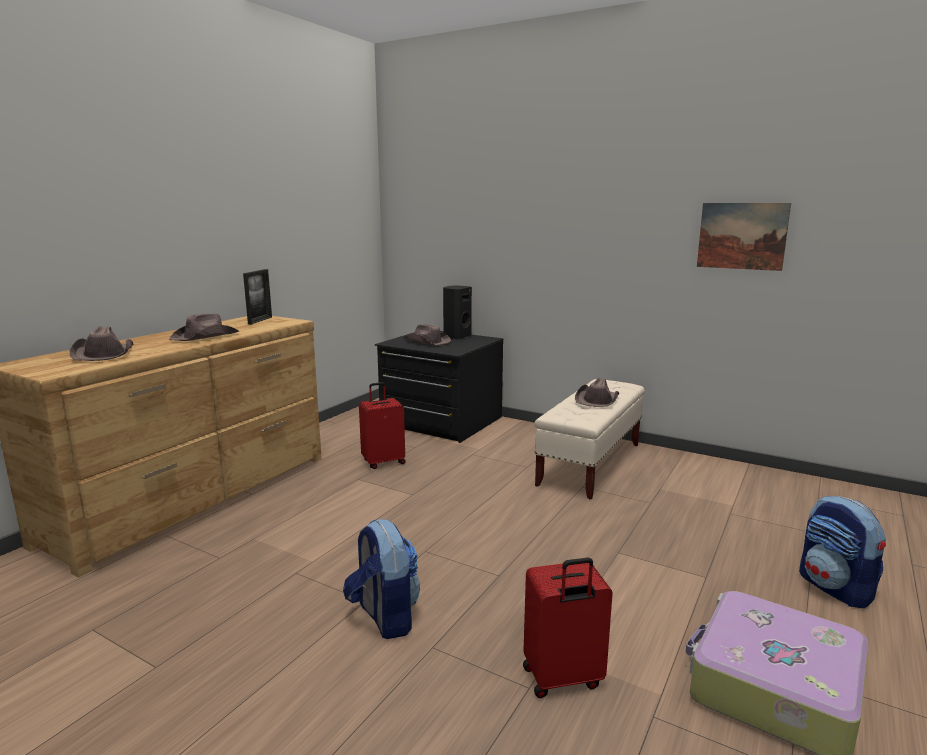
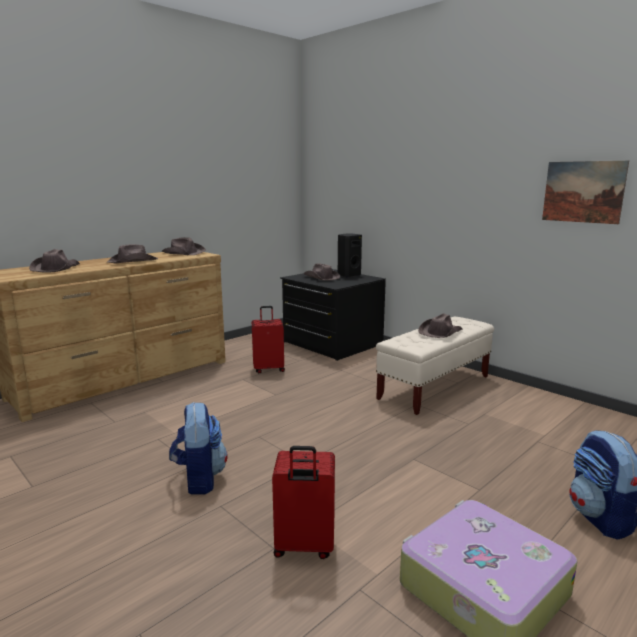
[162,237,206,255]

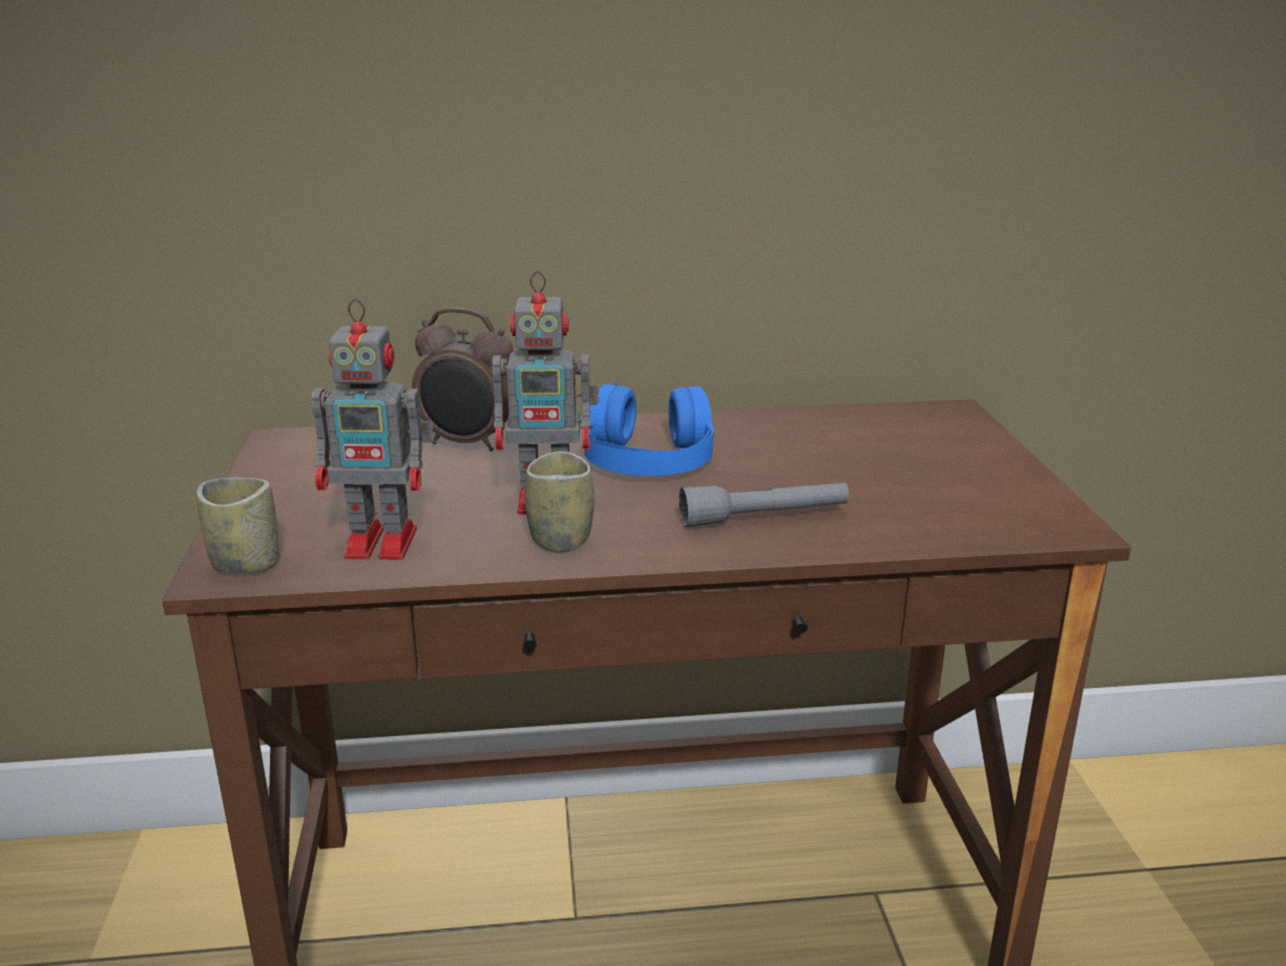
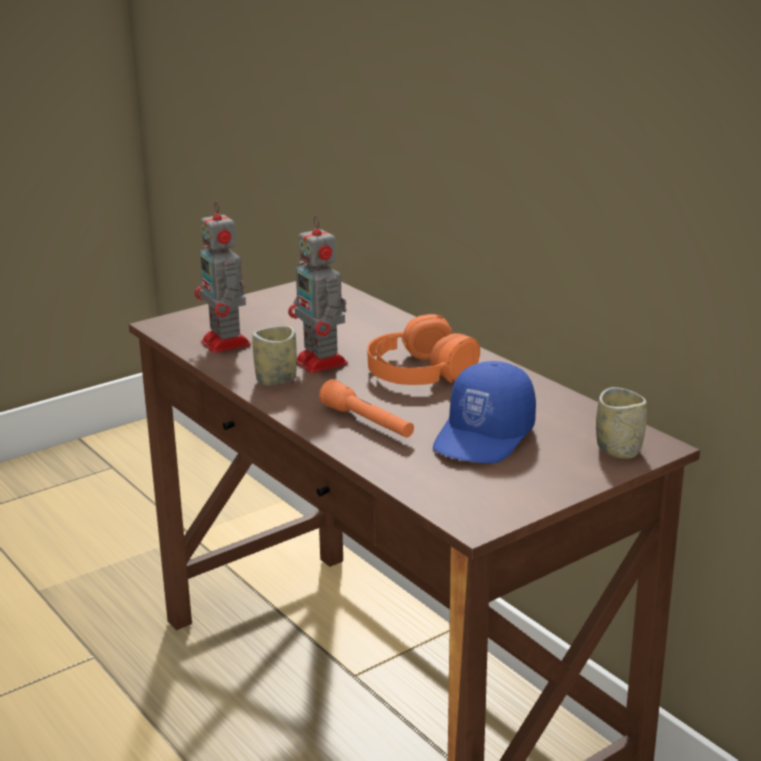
[319,379,414,438]
[367,314,480,385]
[433,361,536,464]
[596,387,647,459]
[412,307,513,451] (first image)

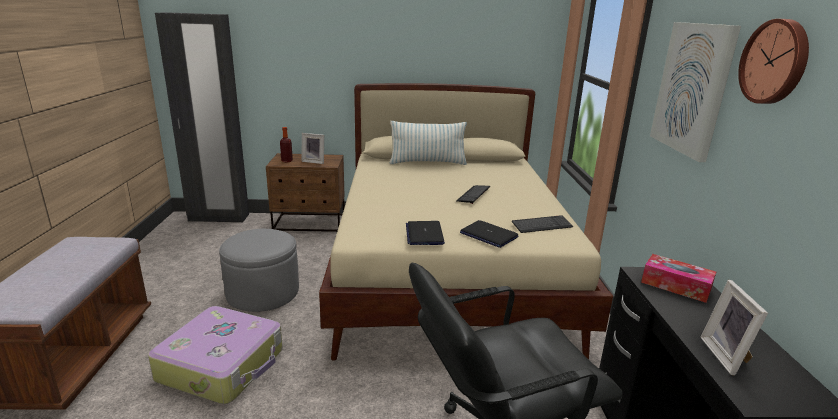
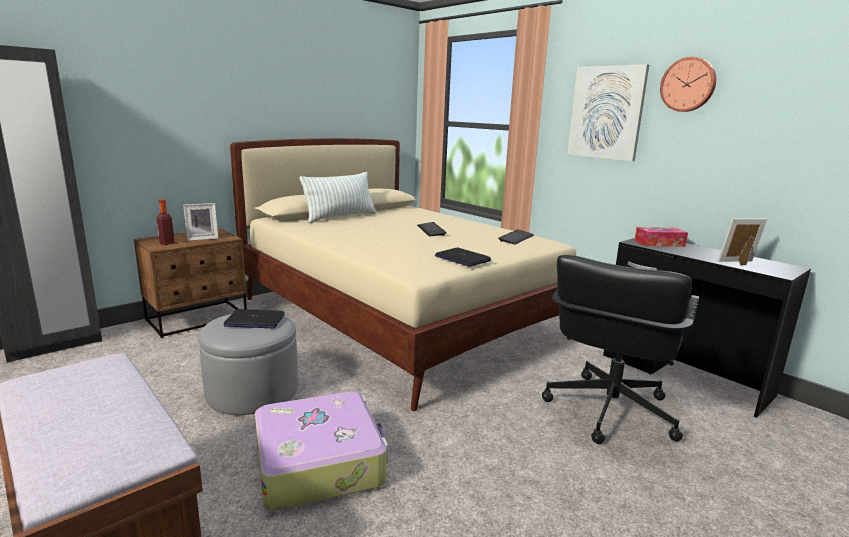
[223,309,285,329]
[718,218,767,266]

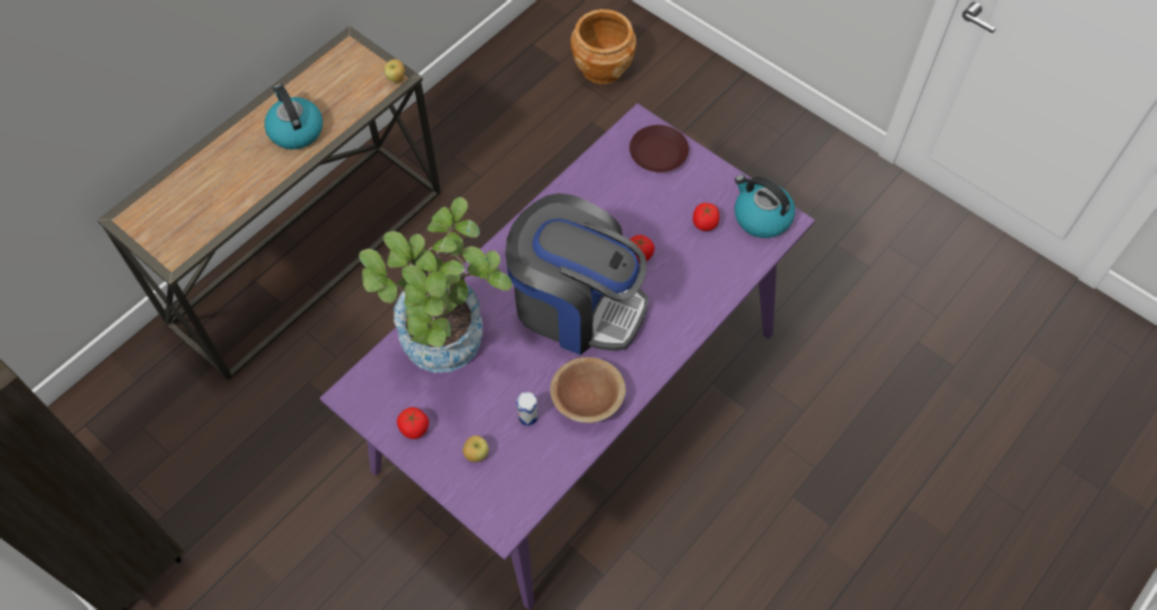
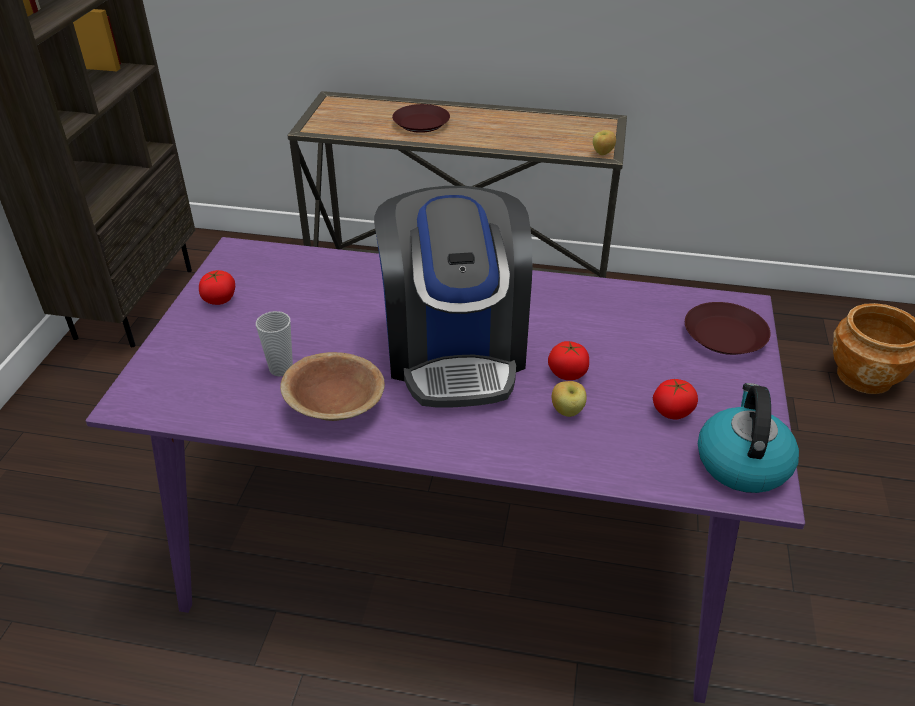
[256,311,293,377]
[392,104,450,133]
[552,381,586,417]
[264,84,323,149] (first image)
[359,197,512,373] (first image)

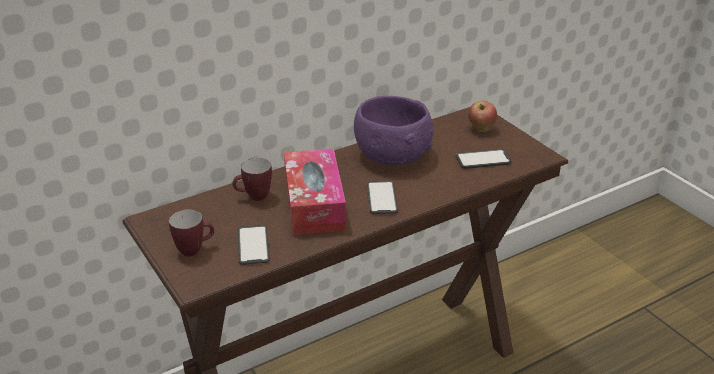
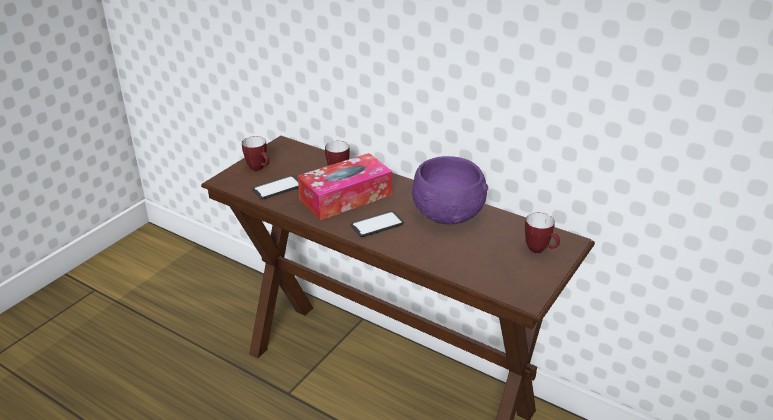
[525,213,560,253]
[456,149,512,169] (first image)

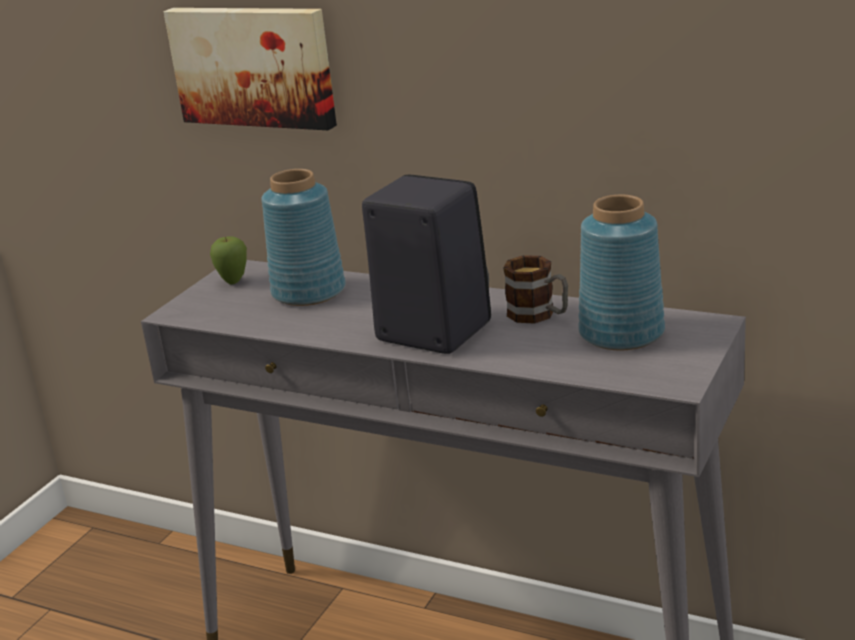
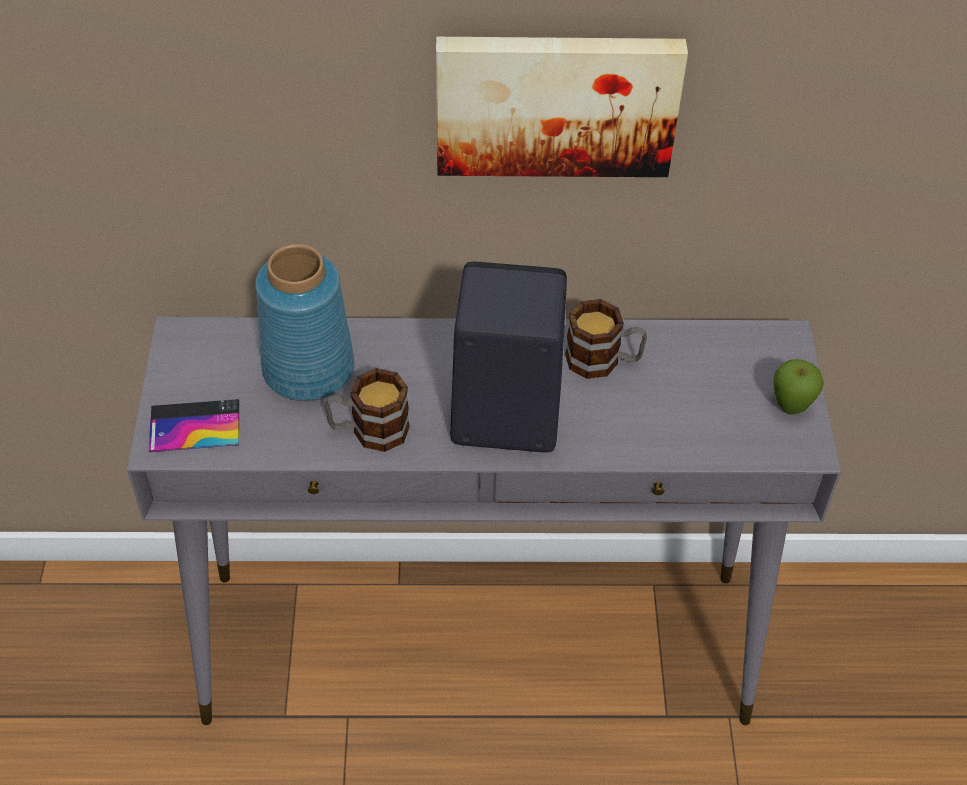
[149,399,239,452]
[325,368,410,452]
[436,37,688,177]
[774,359,824,415]
[578,195,665,350] (first image)

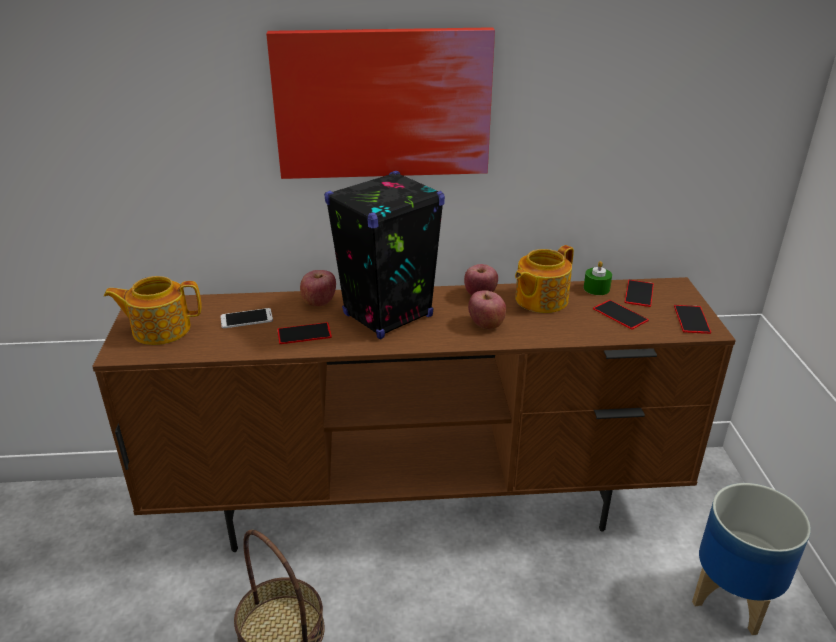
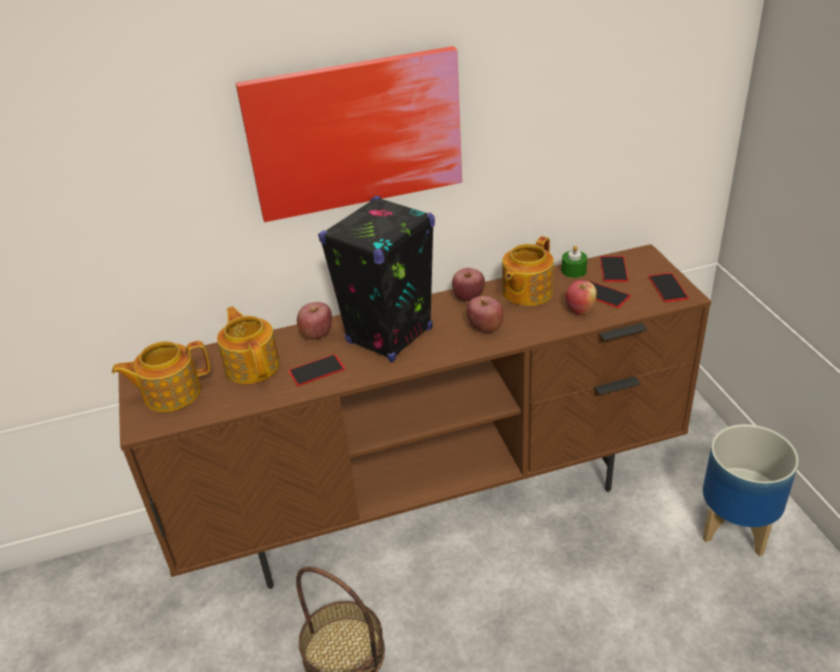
[217,306,280,384]
[566,280,597,315]

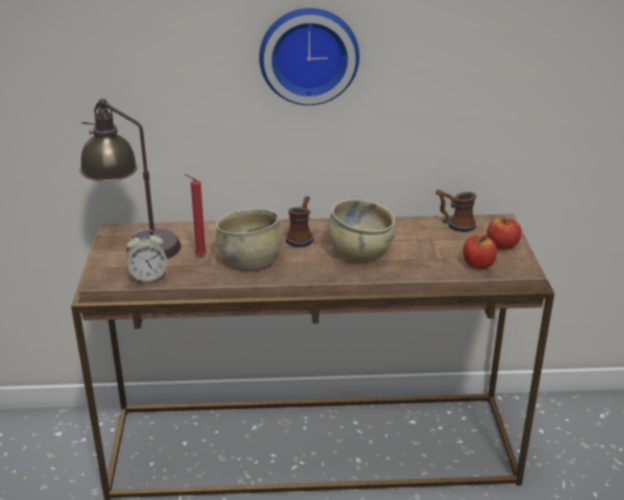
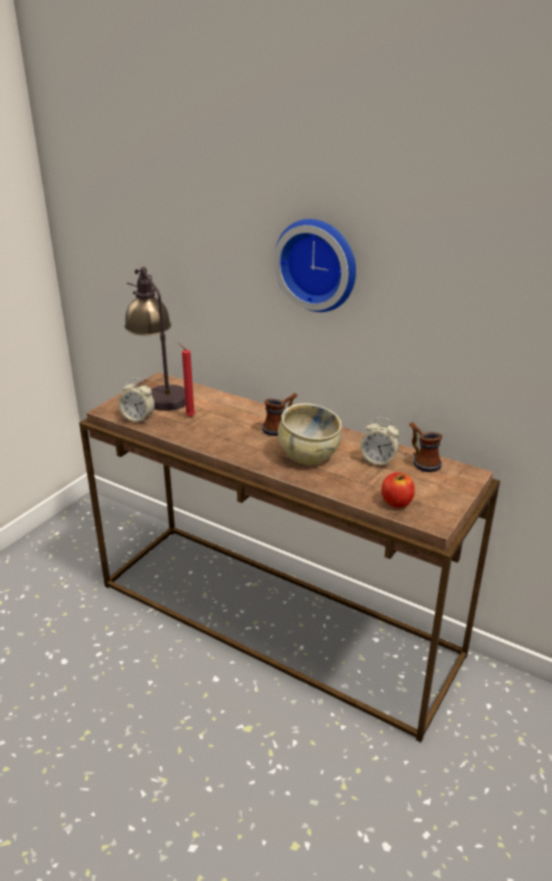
[360,418,399,467]
[216,208,284,269] (first image)
[487,218,521,250] (first image)

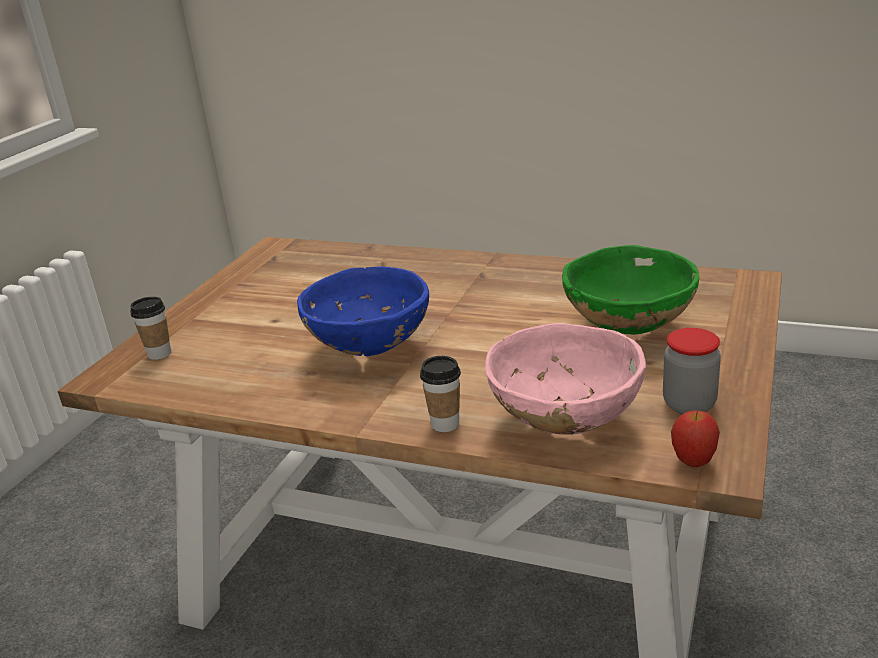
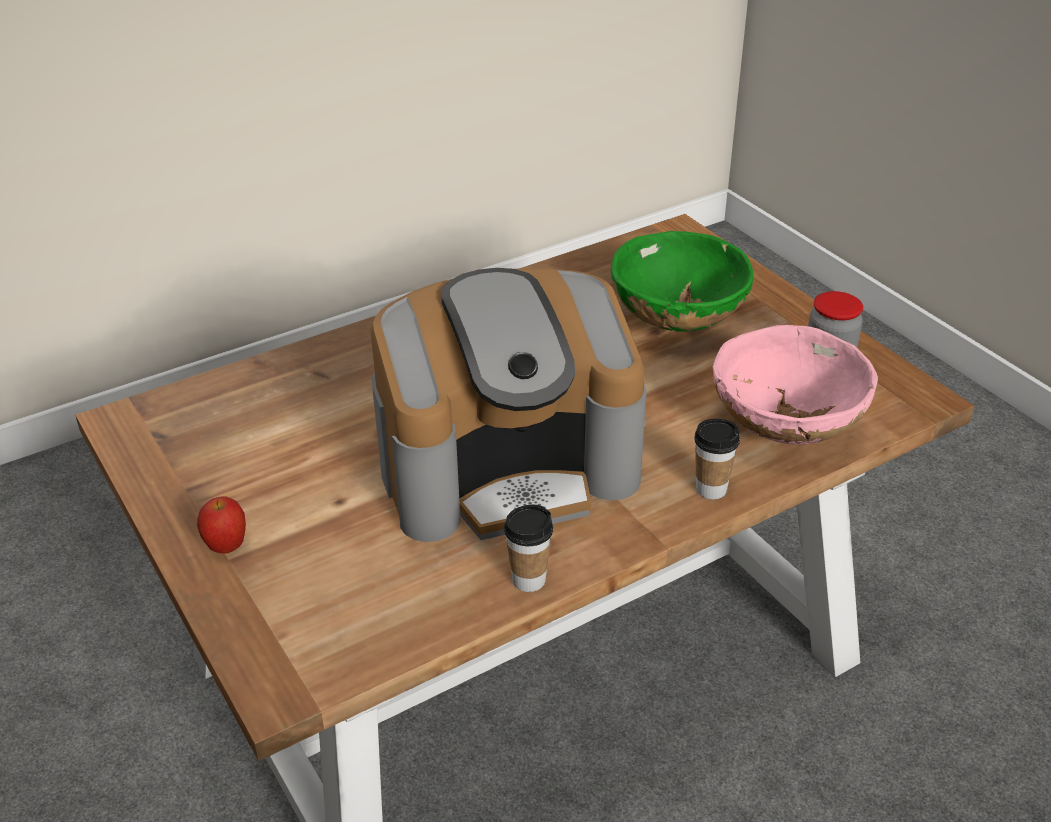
[197,496,246,554]
[370,268,647,542]
[504,505,553,592]

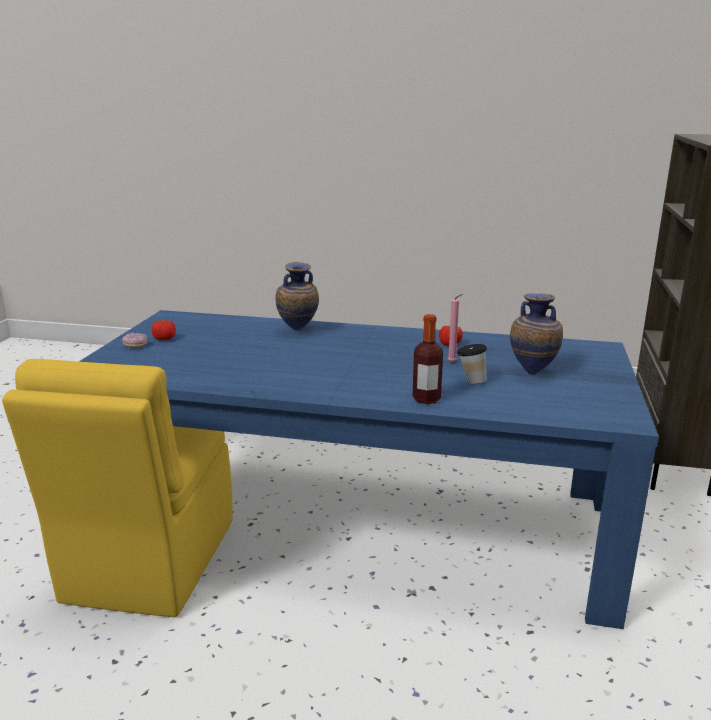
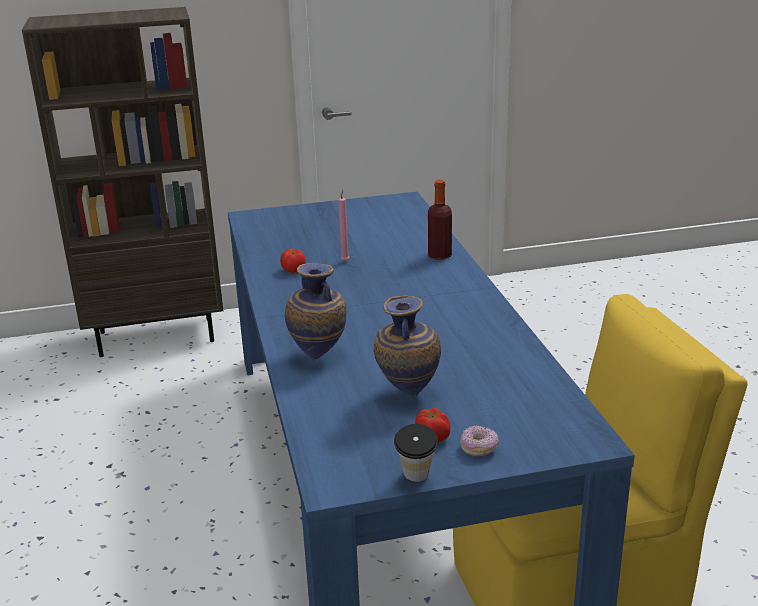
[374,295,441,396]
[394,424,438,482]

